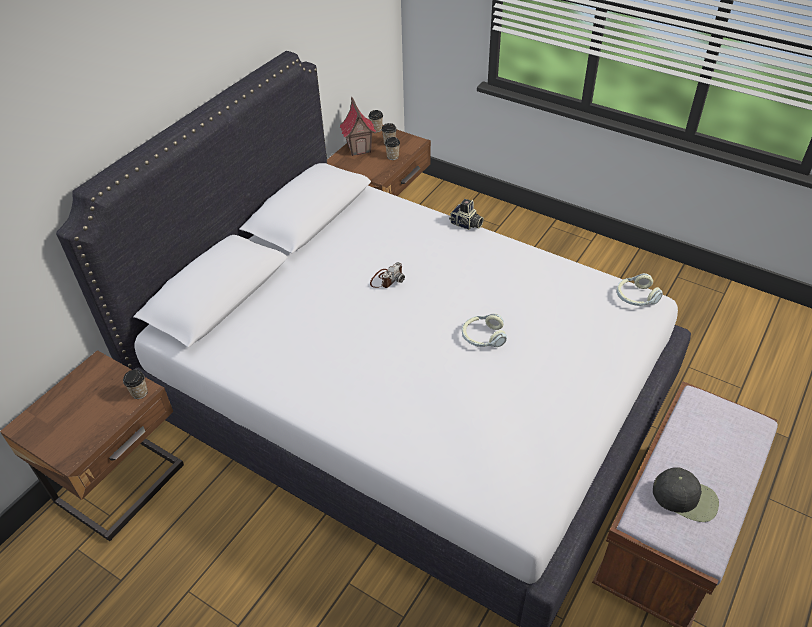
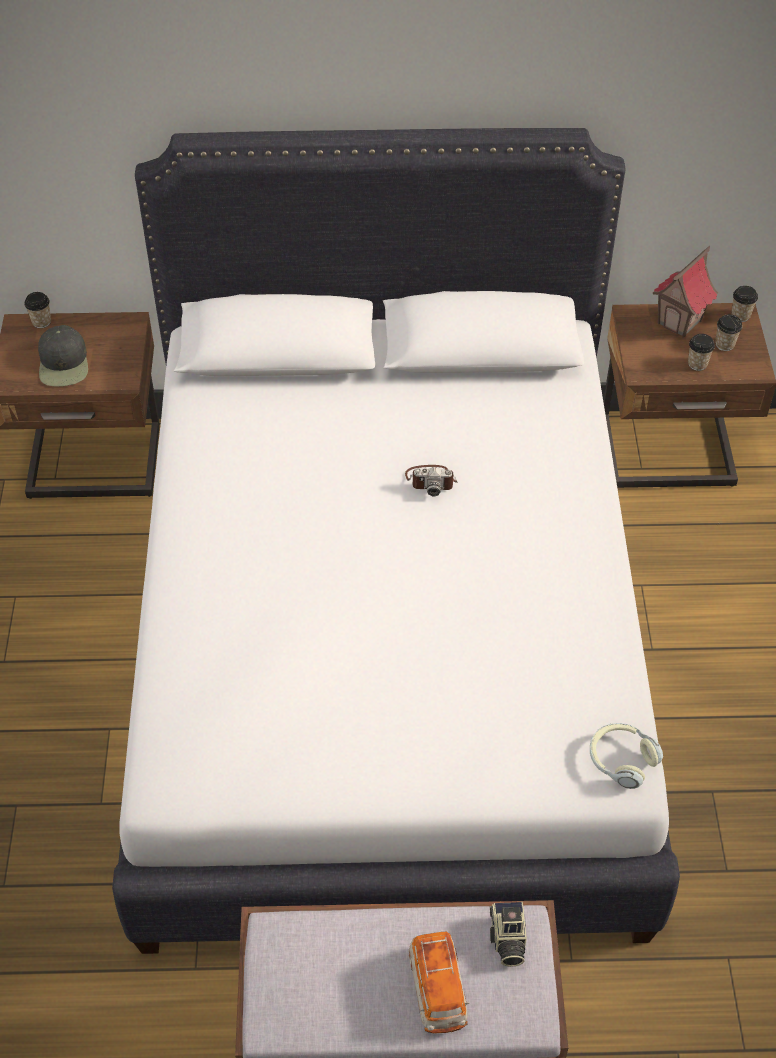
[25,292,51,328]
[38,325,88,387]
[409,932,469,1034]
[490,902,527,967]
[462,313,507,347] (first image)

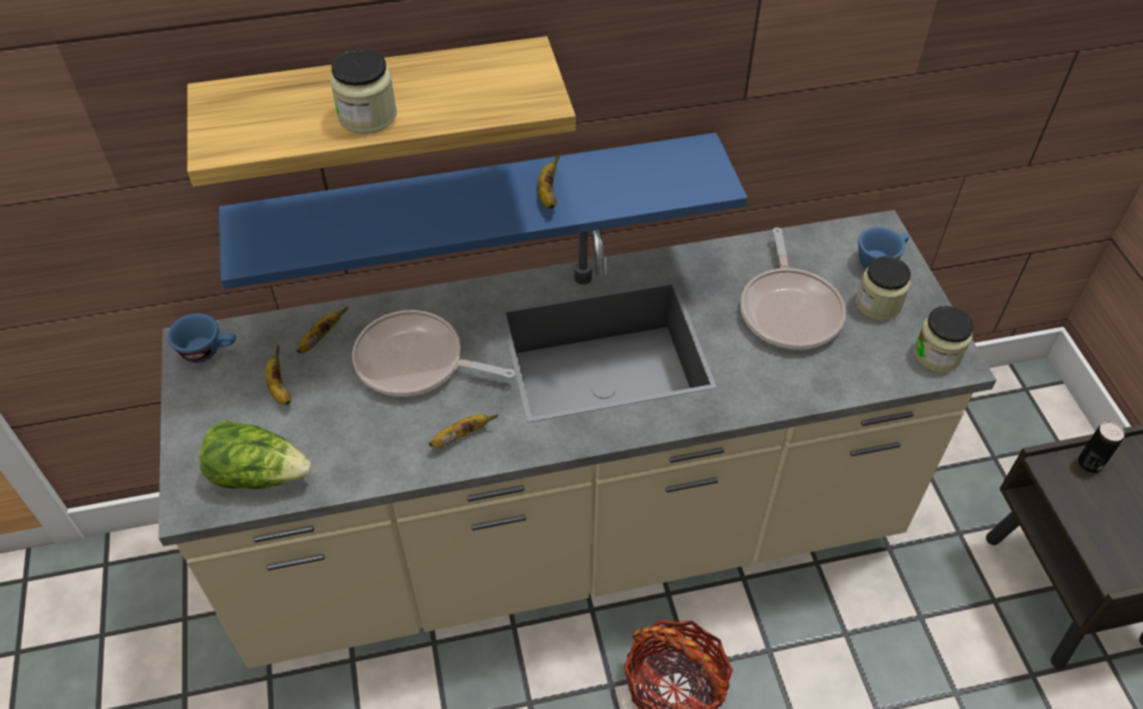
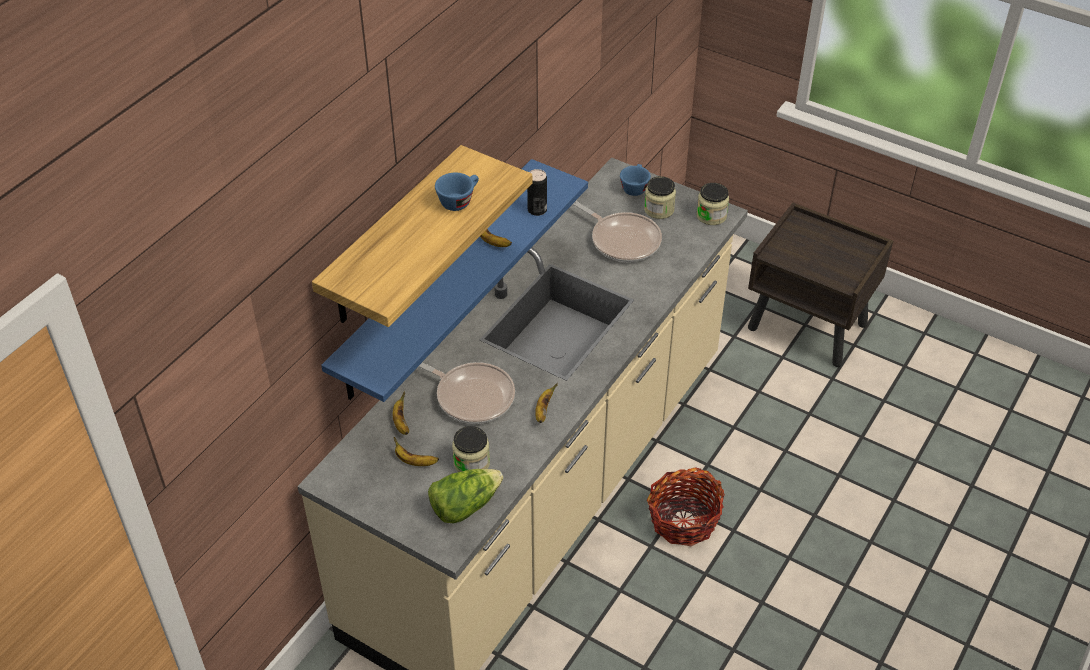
[418,362,515,424]
[435,173,479,211]
[452,426,490,472]
[527,169,547,216]

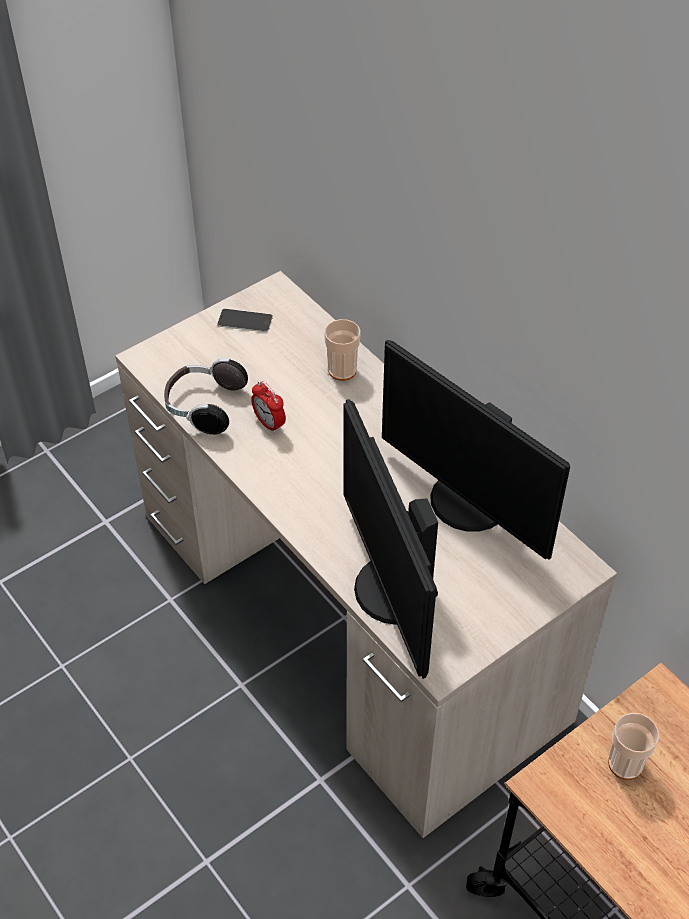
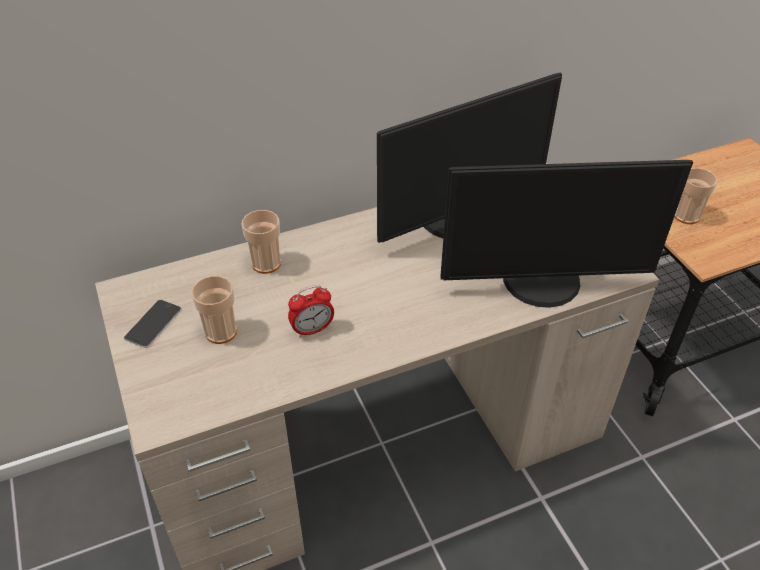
[191,276,237,344]
[164,358,248,435] (first image)

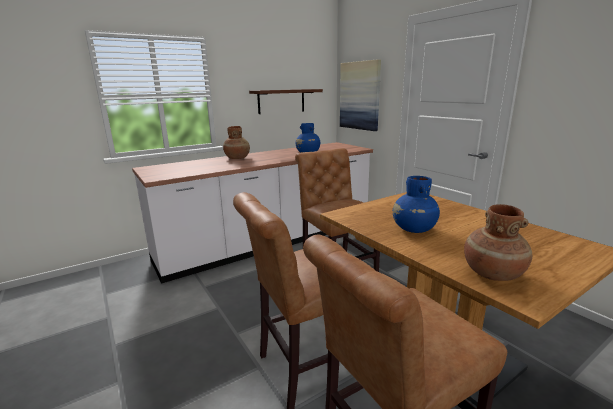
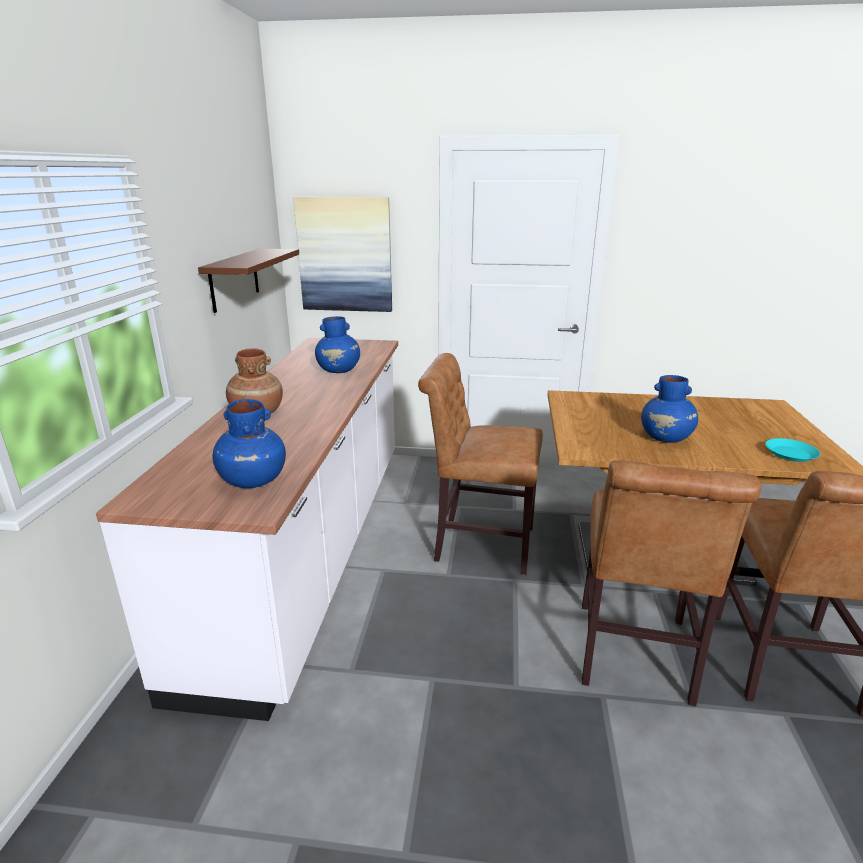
[213,399,286,488]
[765,438,820,462]

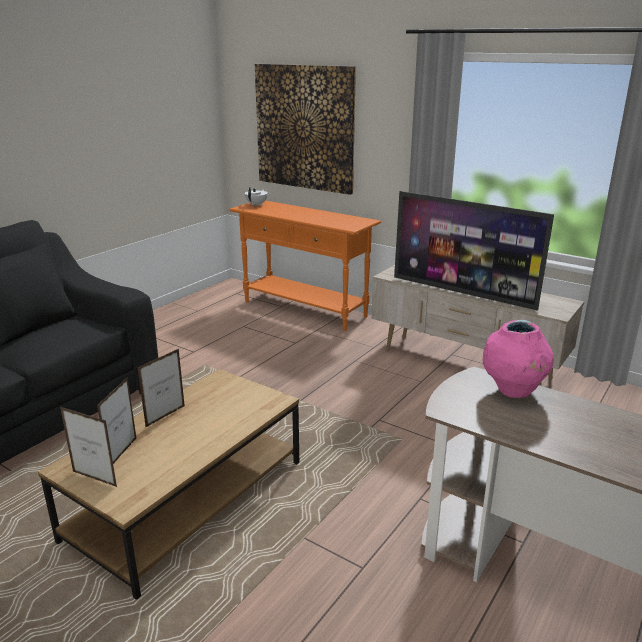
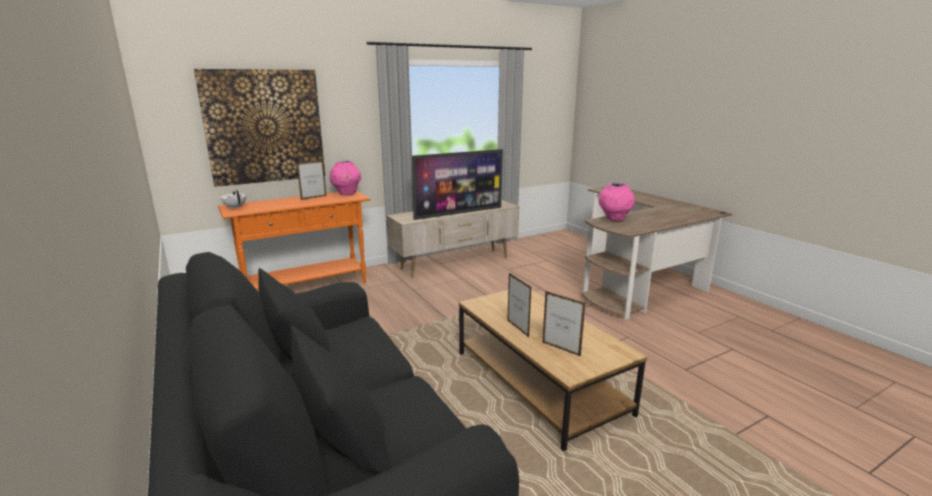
[297,160,326,200]
[330,160,361,195]

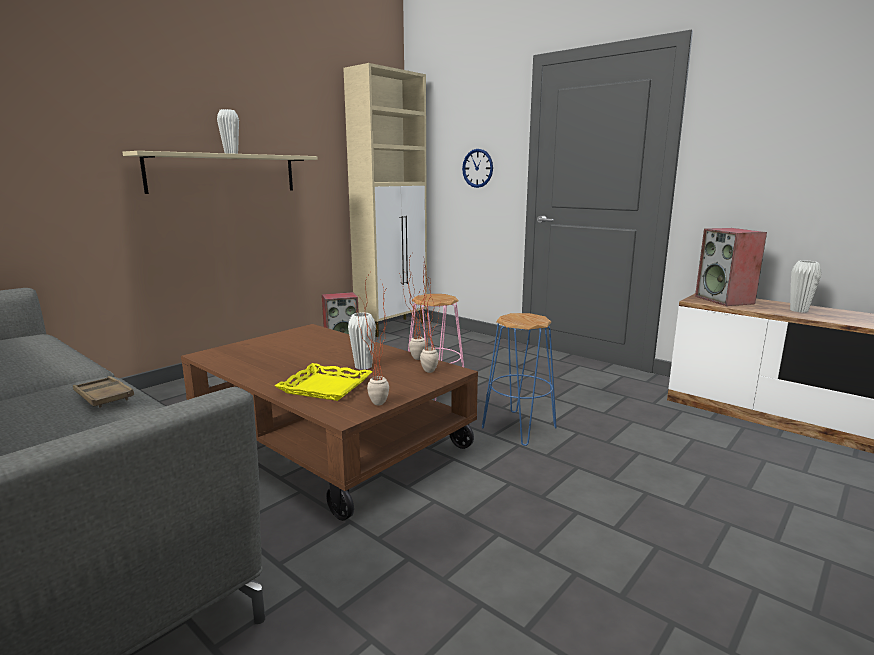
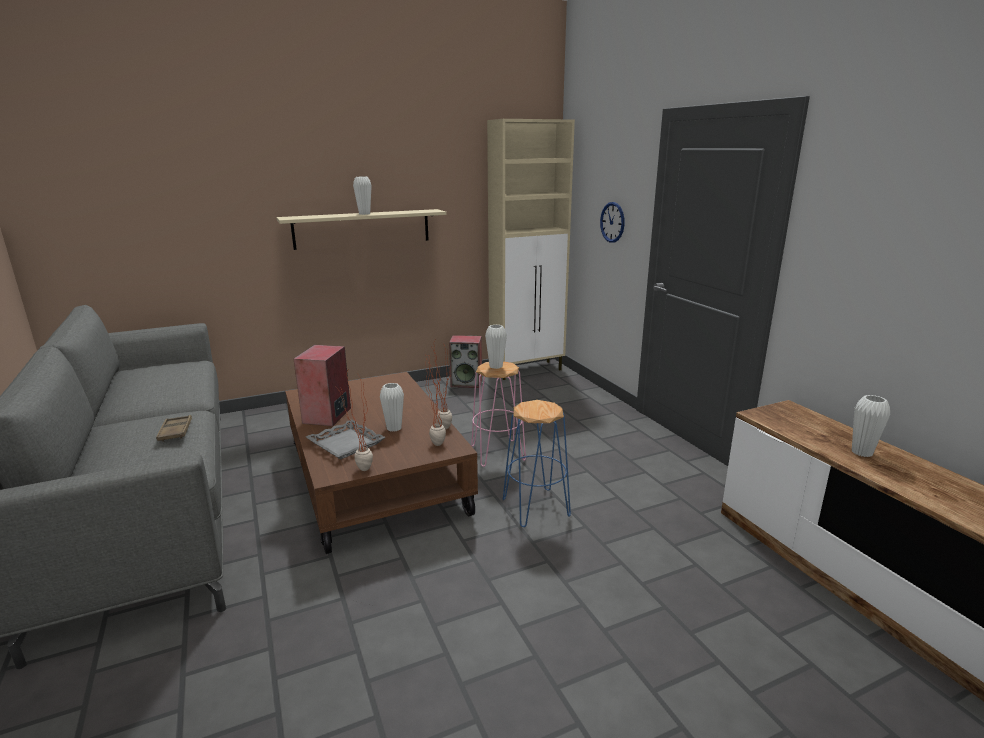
[294,345,351,426]
[306,419,386,459]
[485,325,507,369]

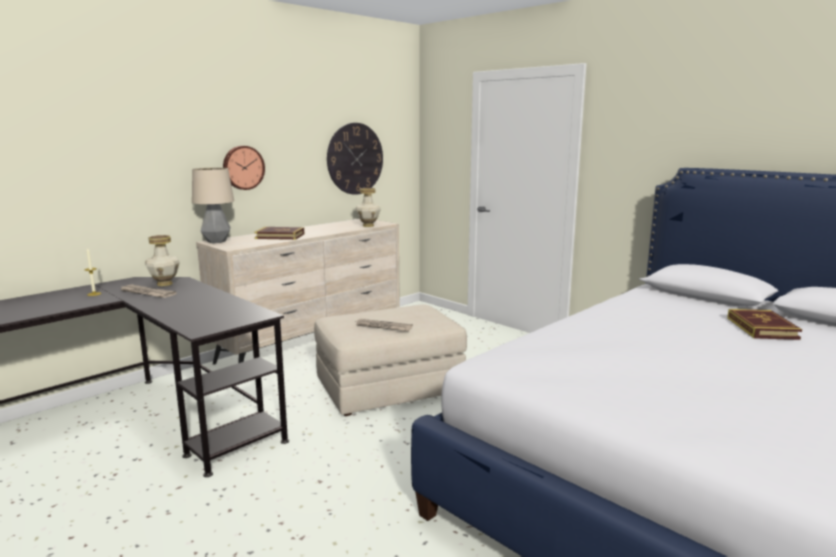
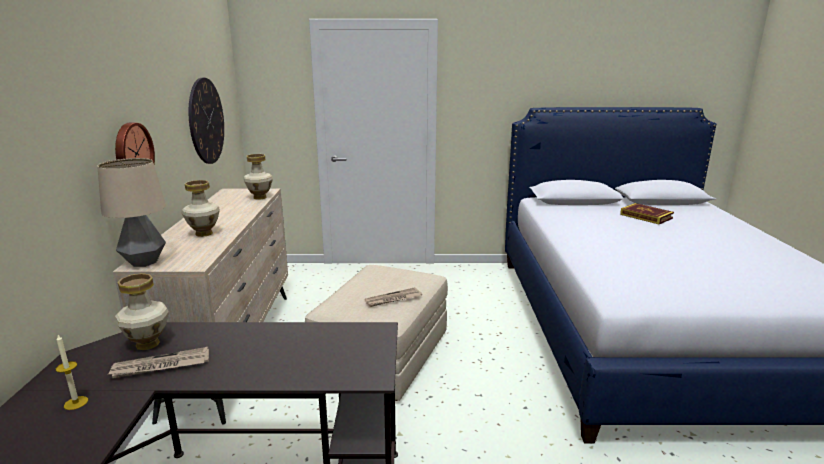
[182,180,220,237]

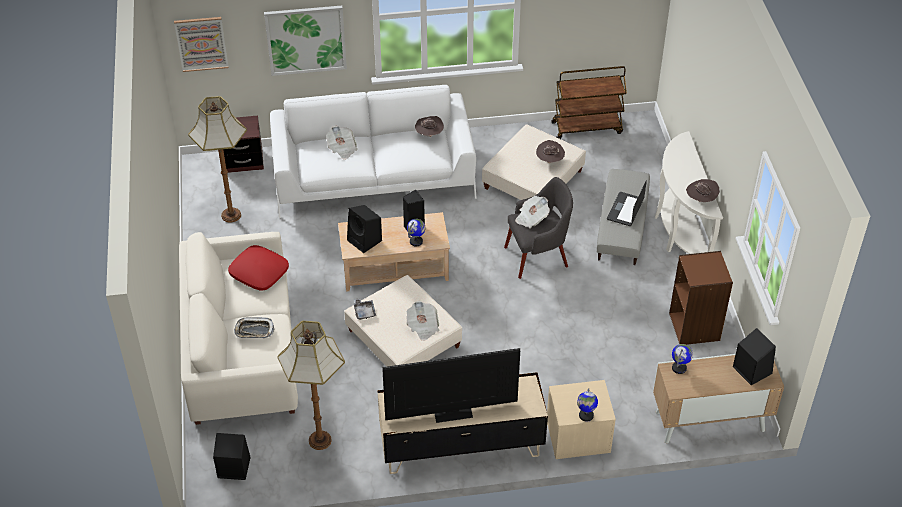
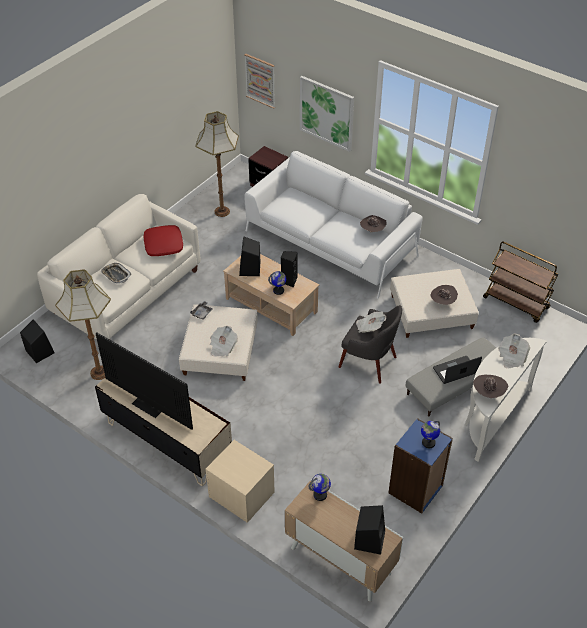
[388,418,453,513]
[421,421,440,448]
[498,334,530,368]

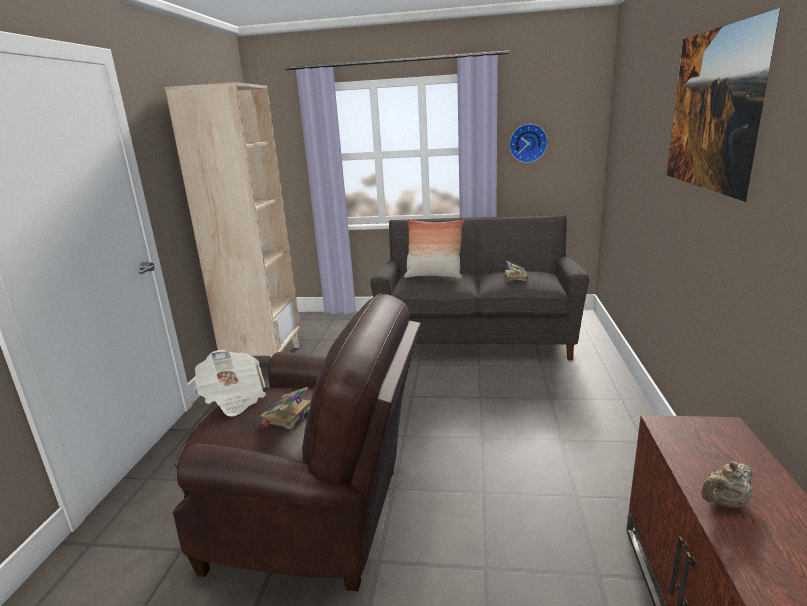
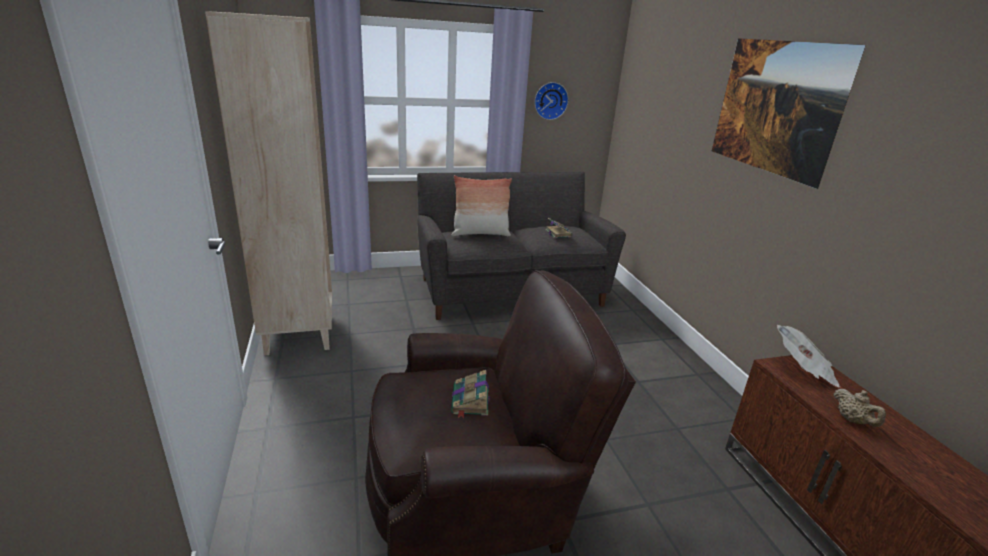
[777,325,840,387]
[834,389,886,427]

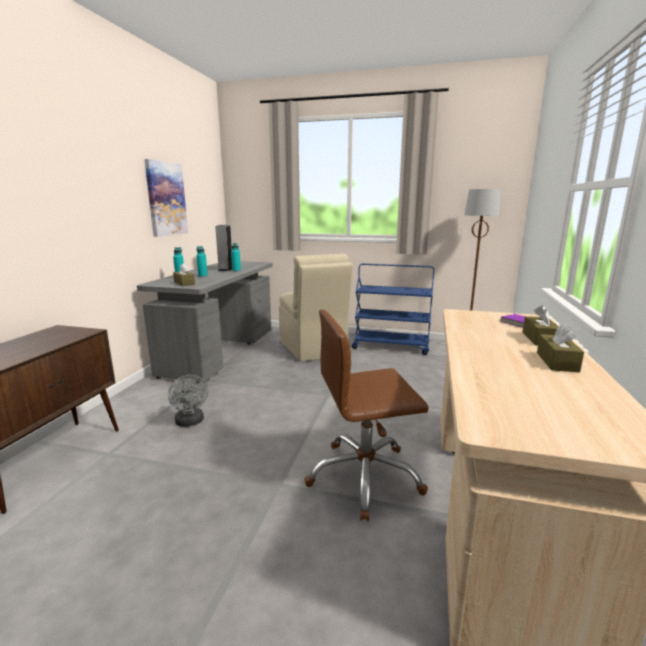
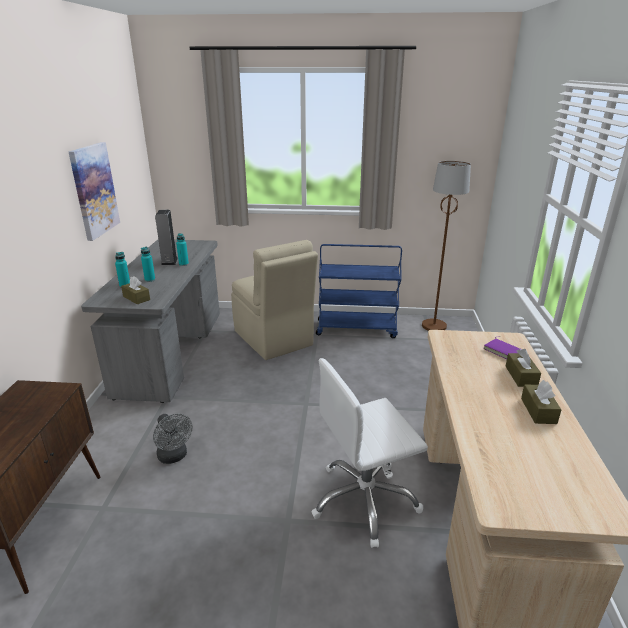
[312,358,428,548]

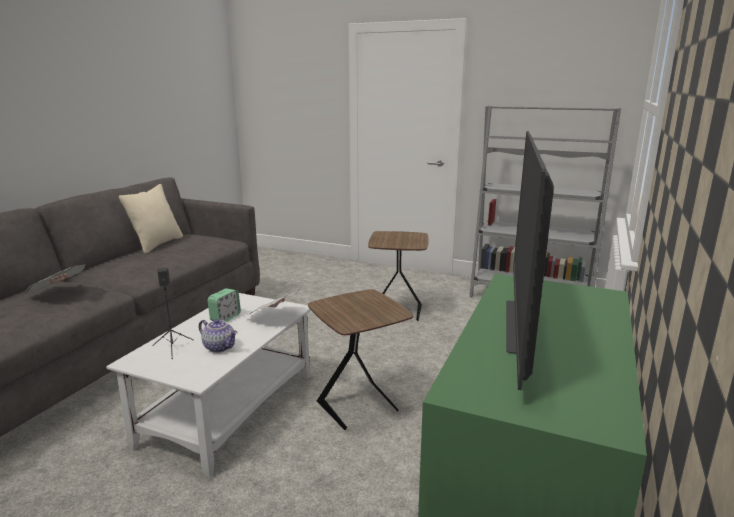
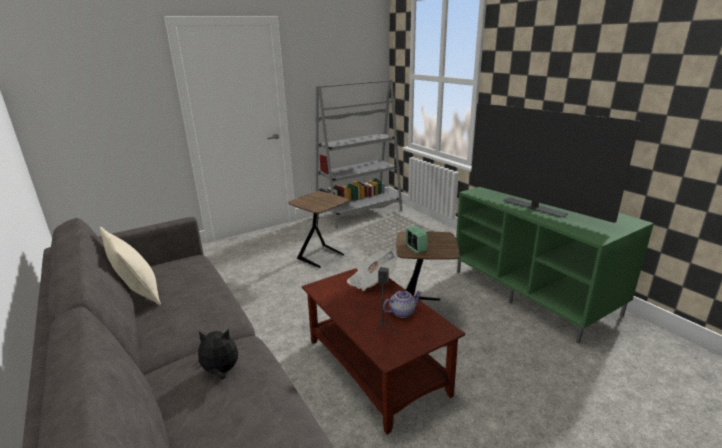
[193,329,238,379]
[302,268,465,435]
[406,226,428,253]

